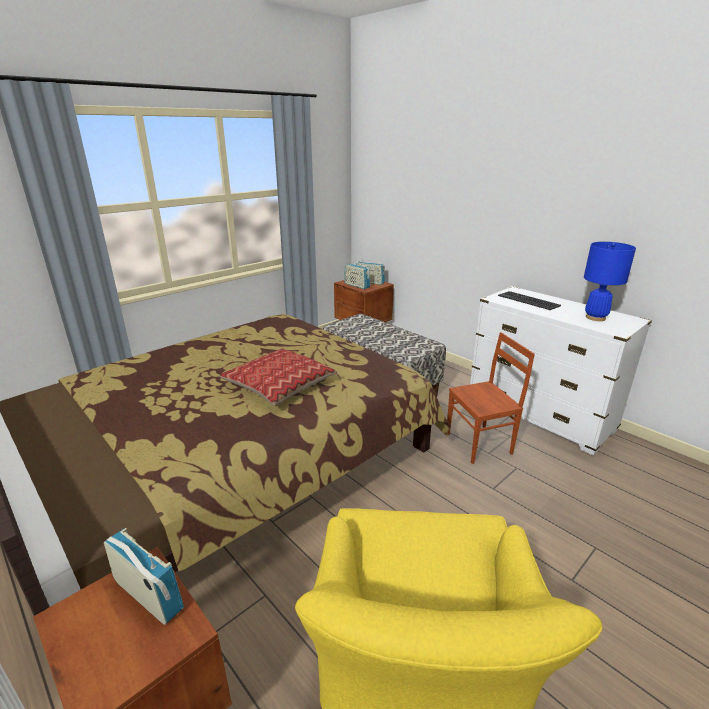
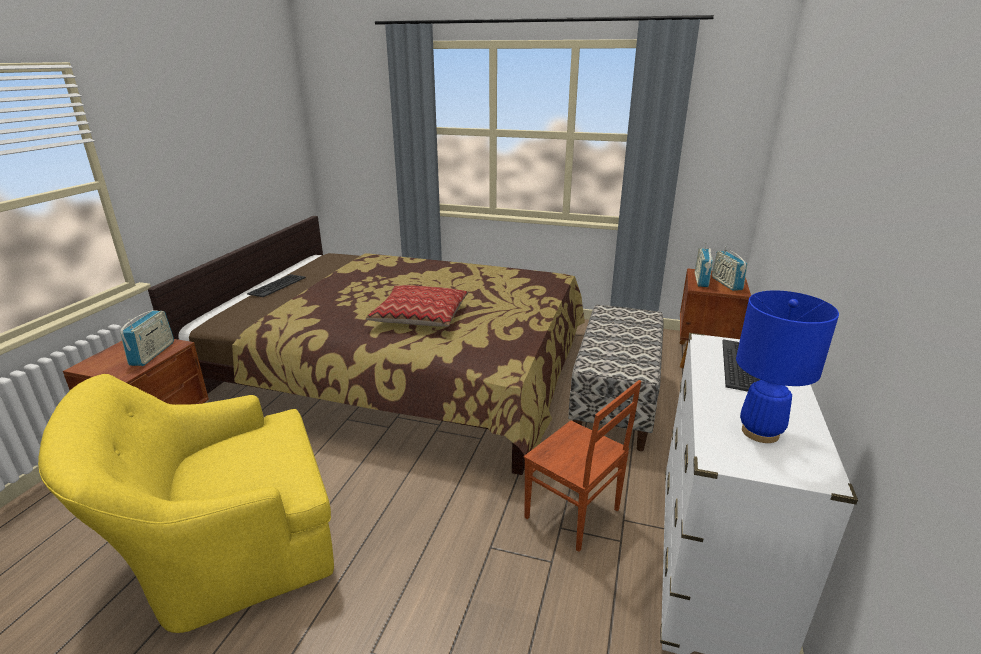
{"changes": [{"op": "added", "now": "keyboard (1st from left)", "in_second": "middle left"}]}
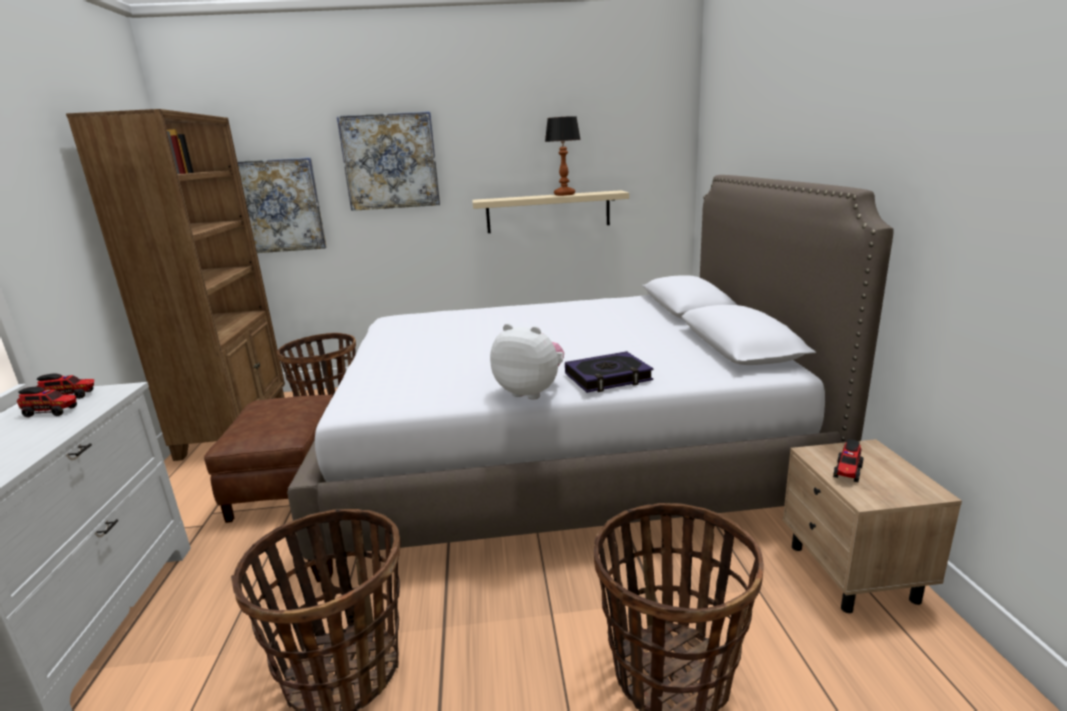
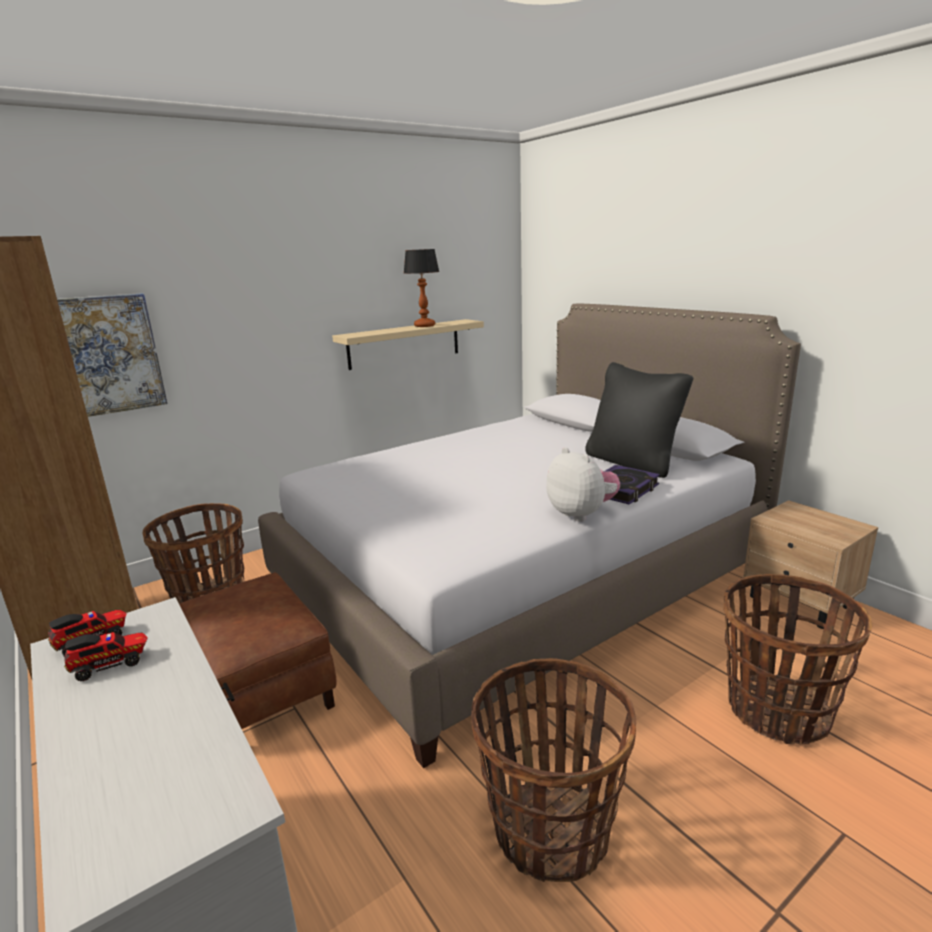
{"changes": [{"op": "removed", "was": "wall picture (2nd from left)", "in_first": "top centre"}, {"op": "turned", "was": "soft toy", "in_first": "centre", "in_second": "centre", "clockwise": 60}, {"op": "removed", "was": "model truck (3rd from left)", "in_first": "middle right"}, {"op": "added", "now": "throw pillow in black", "in_second": "middle right"}]}
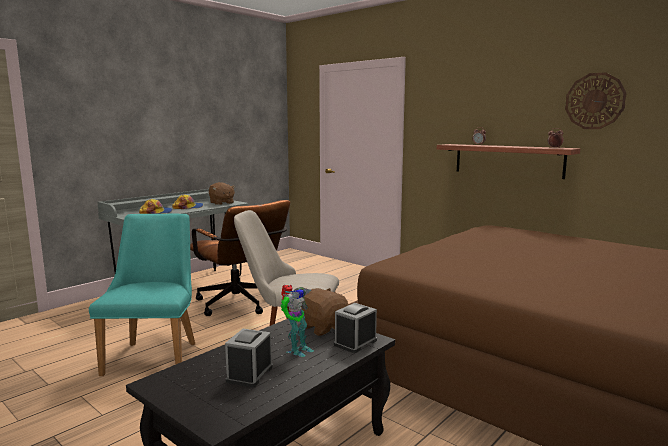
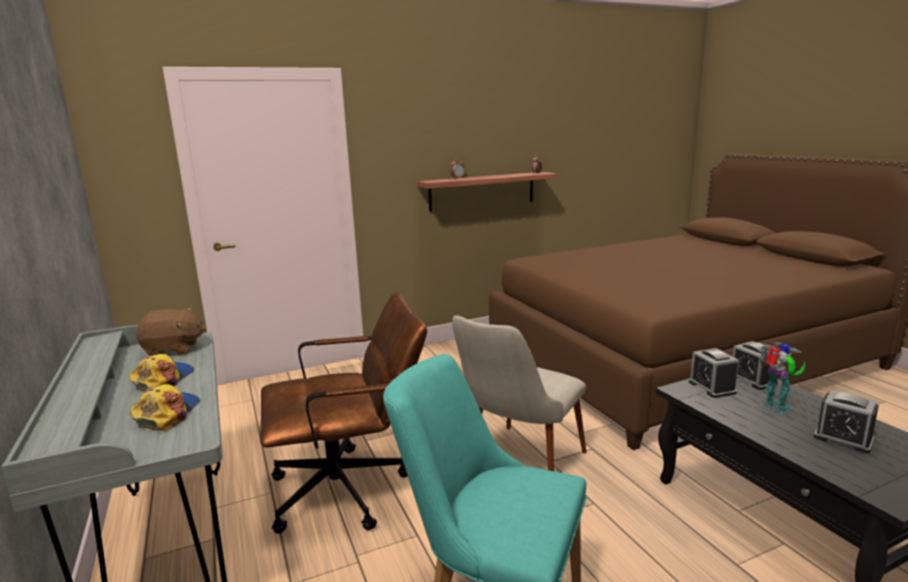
{"changes": [{"op": "removed", "was": "clock on the wall", "in_first": "top right"}, {"op": "replaced", "was": "soft toy in brownish (2nd from left)", "now": "table clock (3rd from left)", "in_first": "bottom centre", "in_second": "middle right"}]}
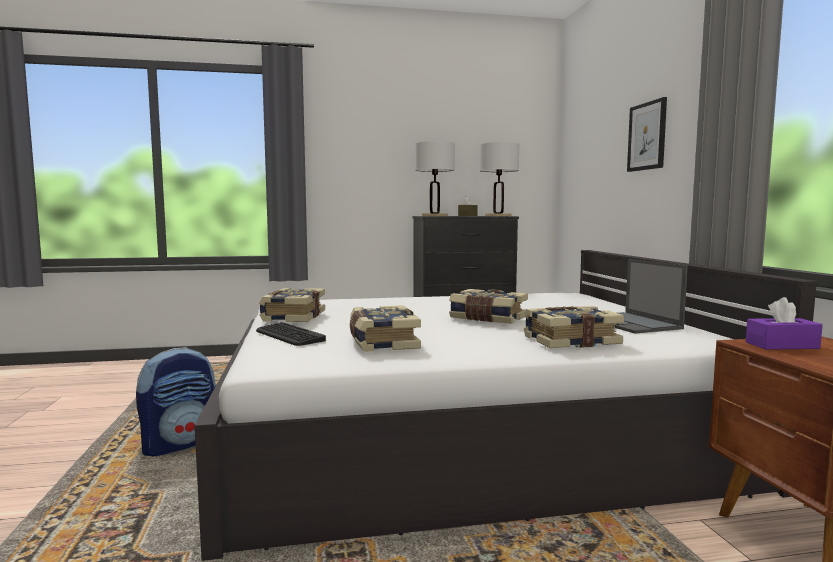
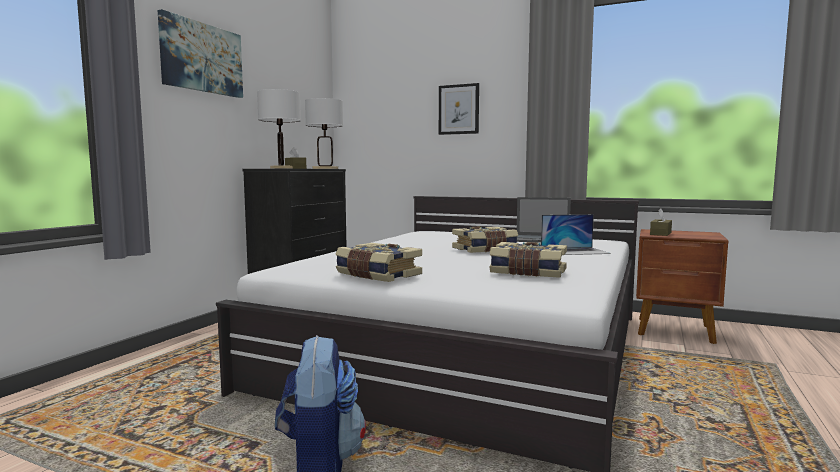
{"changes": [{"op": "recoloured", "was": "tissue box in purple-coloured", "now": "tissue box in brownish (2nd from left)", "in_first": "middle right", "in_second": "middle right"}, {"op": "replaced", "was": "book (4th from left)", "now": "portable computer (2nd from left)", "in_first": "middle right", "in_second": "middle right"}, {"op": "removed", "was": "keyboard", "in_first": "centre"}, {"op": "added", "now": "wall picture (1st from left)", "in_second": "top left"}]}
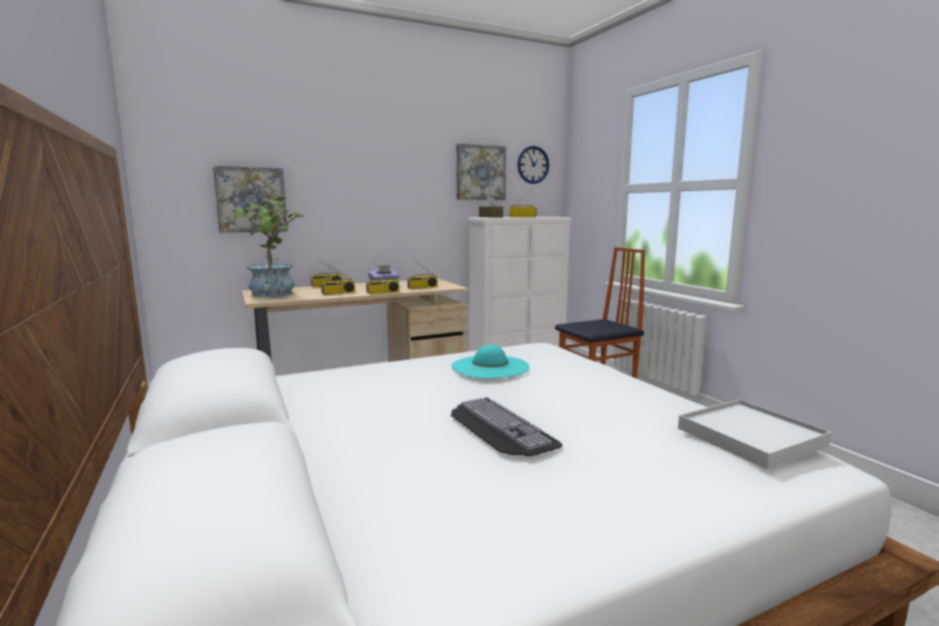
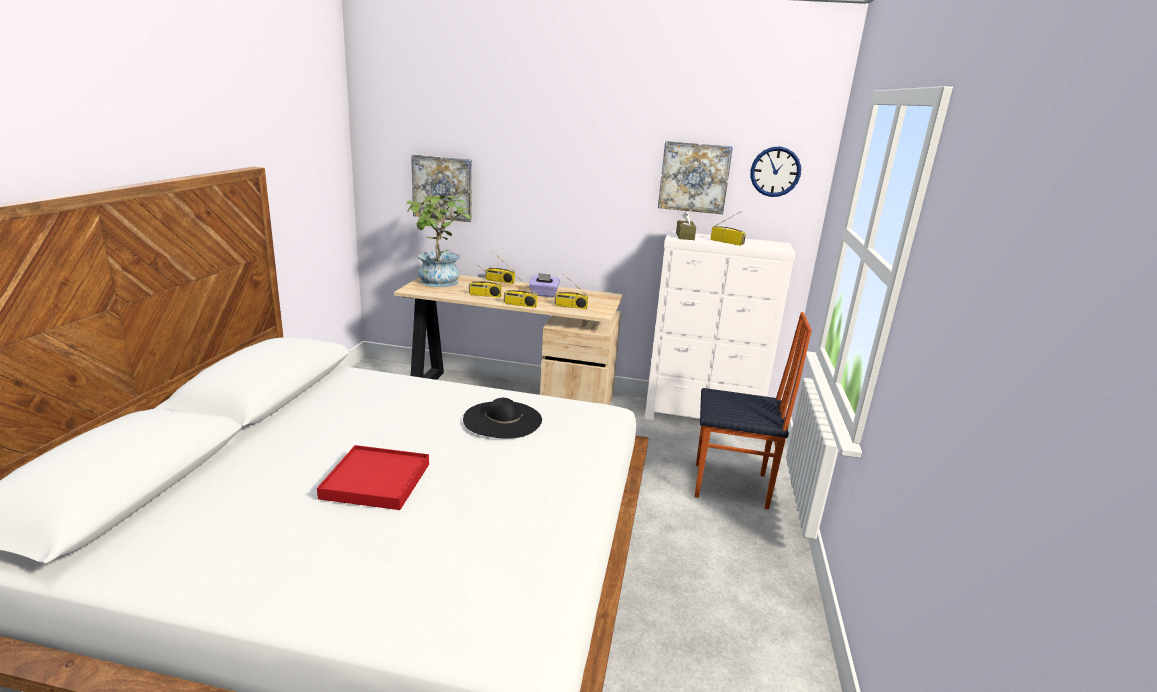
{"changes": [{"op": "recoloured", "was": "clothing hat in turquoise-coloured", "now": "clothing hat in black", "in_first": "centre", "in_second": "centre"}, {"op": "replaced", "was": "keyboard", "now": "carrying tray in red", "in_first": "bottom centre", "in_second": "bottom left"}, {"op": "removed", "was": "carrying tray in white-coloured", "in_first": "bottom right"}]}
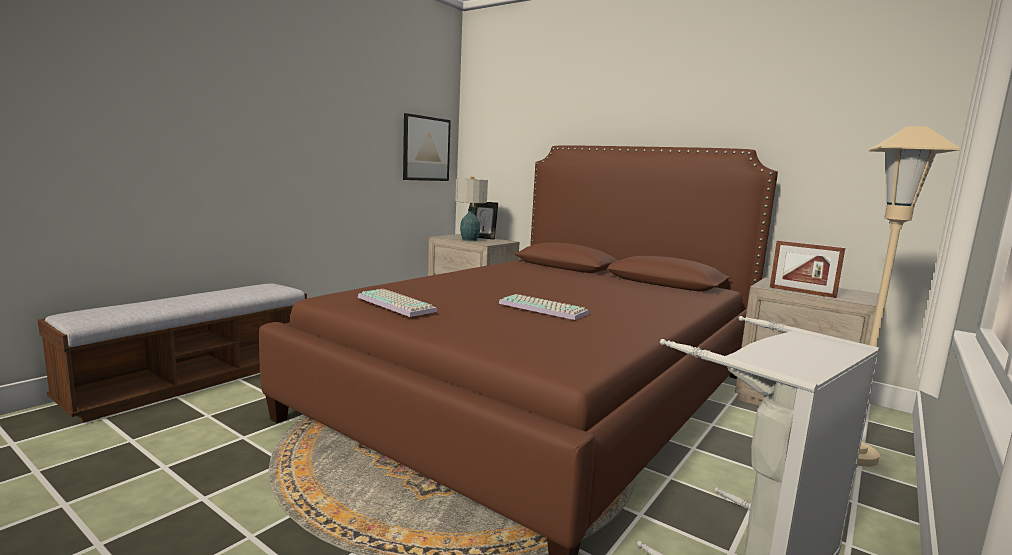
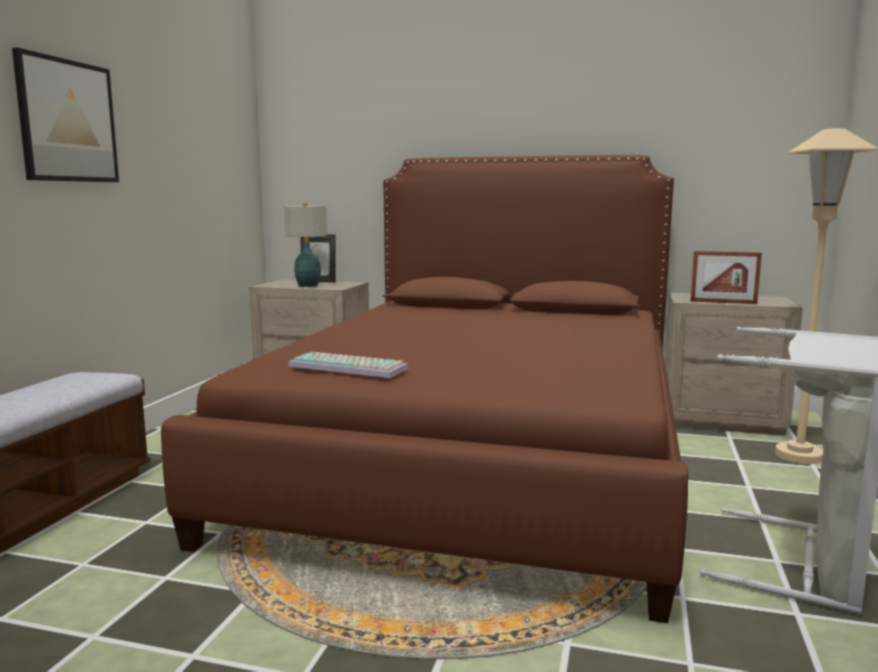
{"changes": [{"op": "moved", "was": "wall picture", "in_first": "top centre", "in_second": "top left"}, {"op": "removed", "was": "keyboard (2nd from left)", "in_first": "centre"}]}
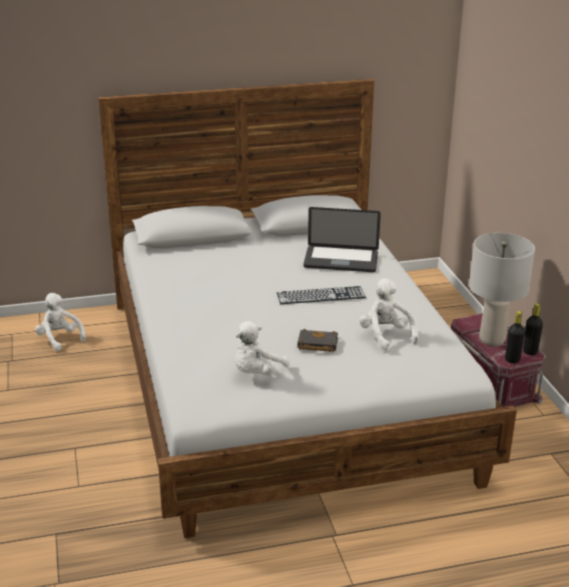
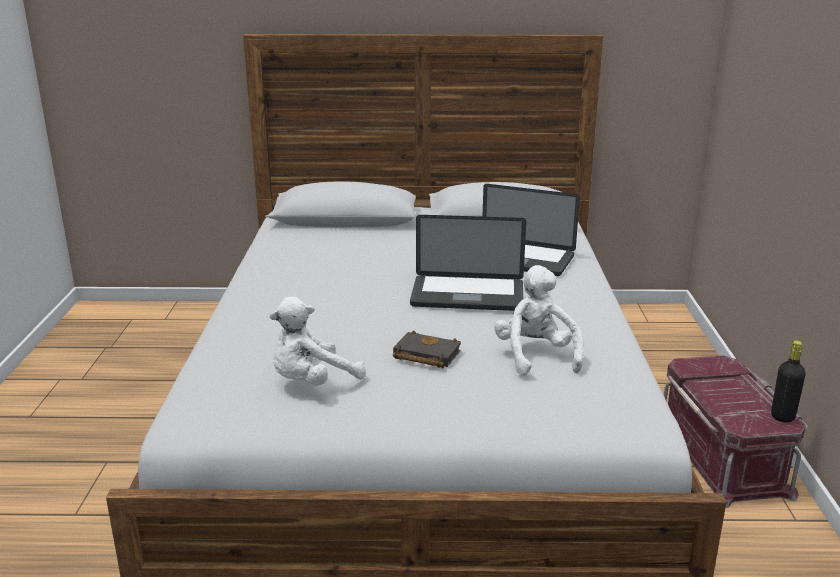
{"changes": [{"op": "removed", "was": "tabletop lamp in gray", "in_first": "middle right"}, {"op": "replaced", "was": "keyboard", "now": "portable computer (1st from left)", "in_first": "centre", "in_second": "centre"}, {"op": "removed", "was": "soft toy in white-coloured (1st from left)", "in_first": "middle left"}, {"op": "removed", "was": "bottle in black (1st from left)", "in_first": "middle right"}]}
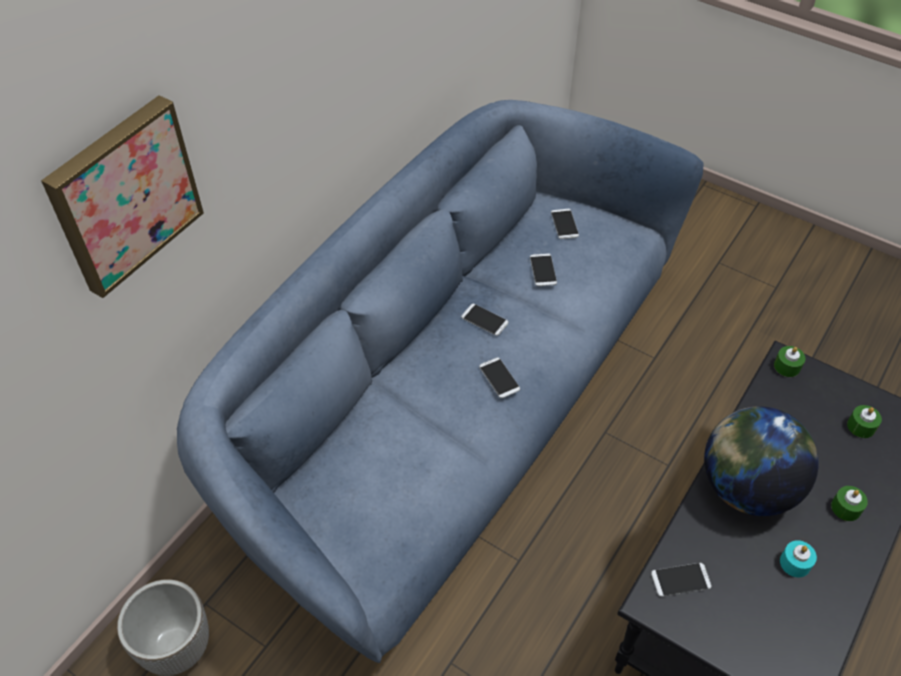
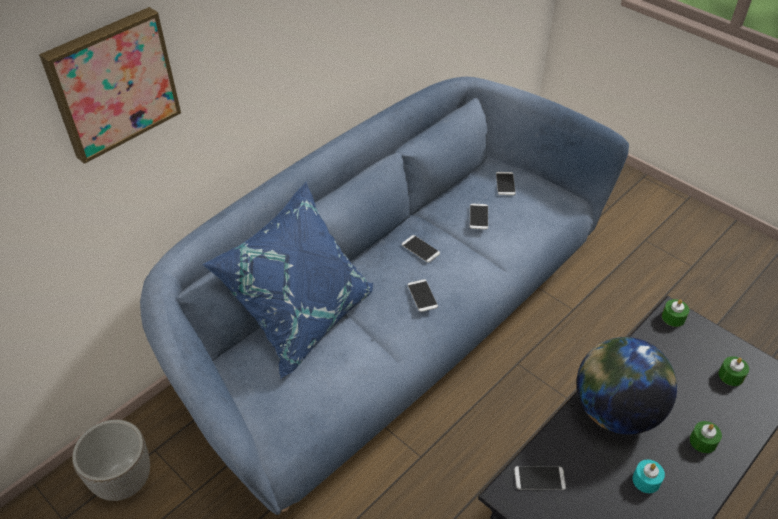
{"changes": [{"op": "added", "now": "throw pillow in blue-coloured", "in_second": "centre"}]}
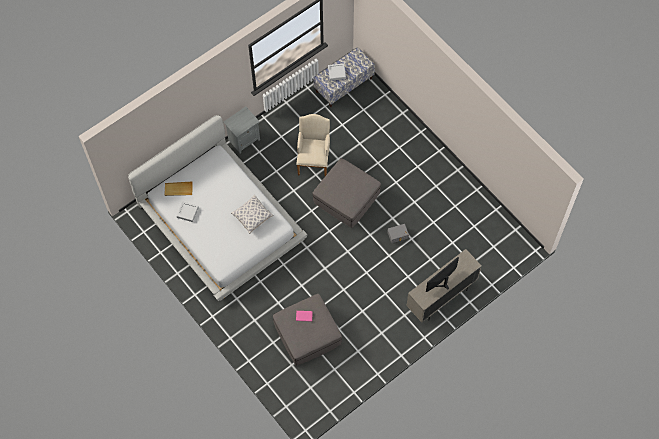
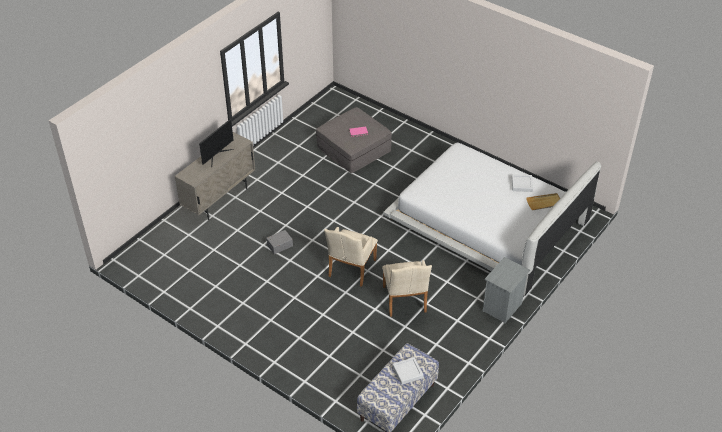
{"changes": [{"op": "replaced", "was": "footrest in gray (2nd from left)", "now": "easy chair in sand-coloured (1st from left)", "in_first": "centre", "in_second": "centre"}, {"op": "removed", "was": "throw pillow", "in_first": "centre"}]}
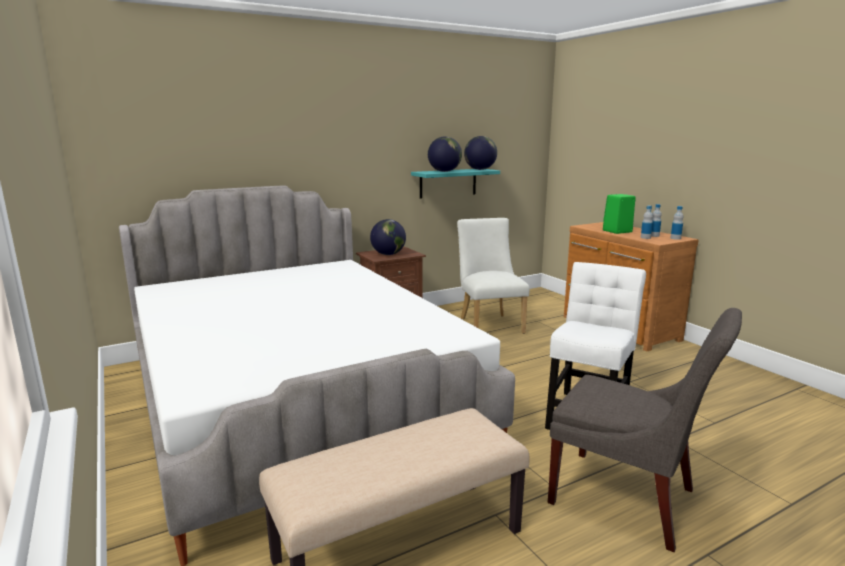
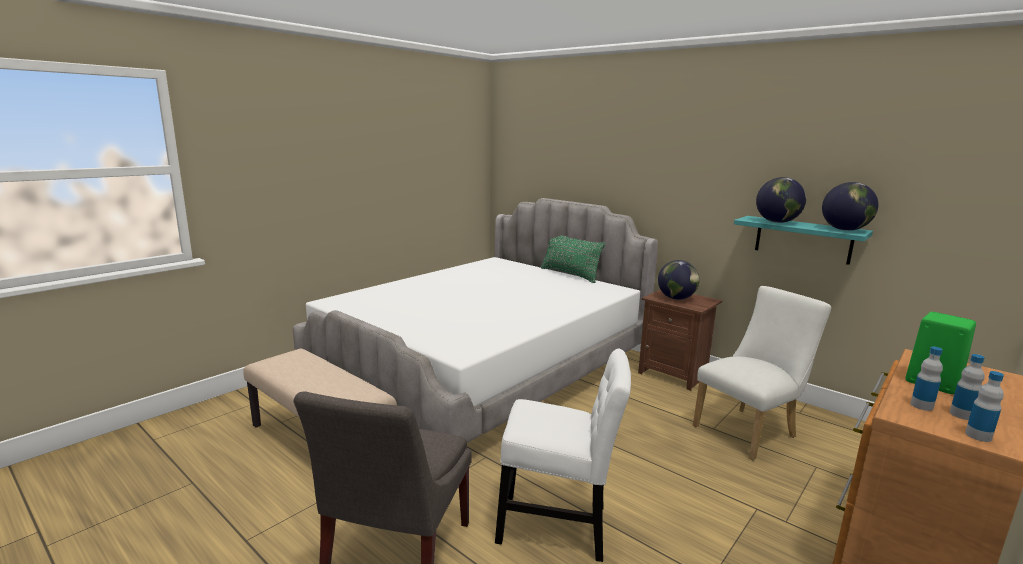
{"changes": [{"op": "added", "now": "throw pillow in green-coloured", "in_second": "centre"}]}
